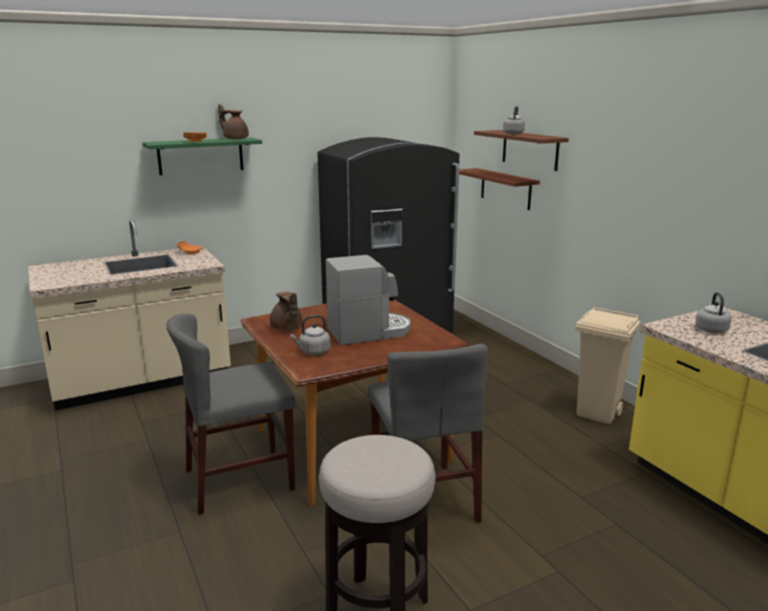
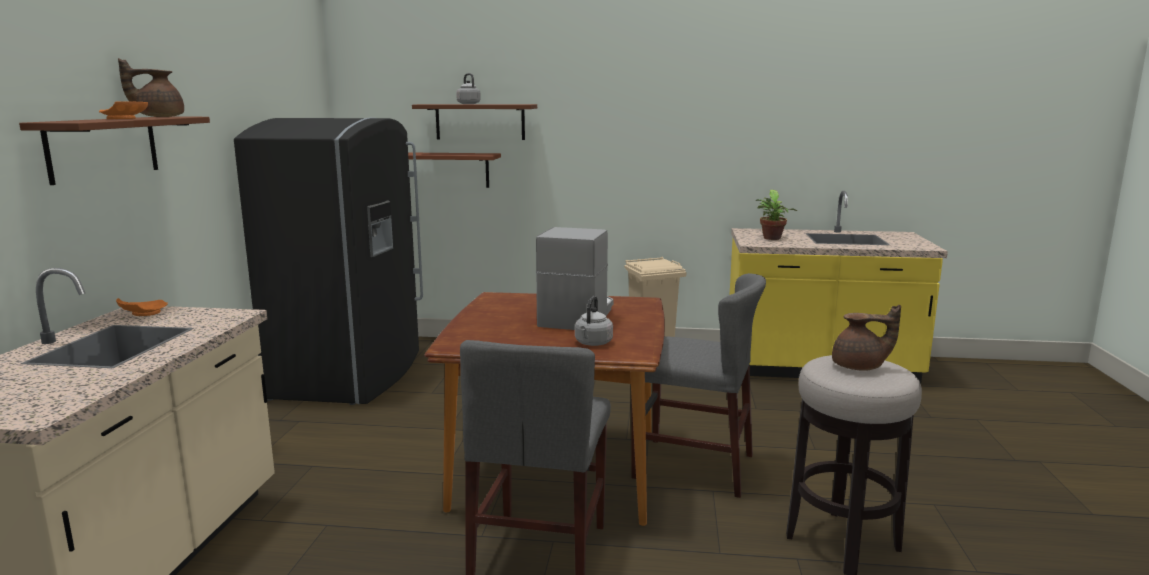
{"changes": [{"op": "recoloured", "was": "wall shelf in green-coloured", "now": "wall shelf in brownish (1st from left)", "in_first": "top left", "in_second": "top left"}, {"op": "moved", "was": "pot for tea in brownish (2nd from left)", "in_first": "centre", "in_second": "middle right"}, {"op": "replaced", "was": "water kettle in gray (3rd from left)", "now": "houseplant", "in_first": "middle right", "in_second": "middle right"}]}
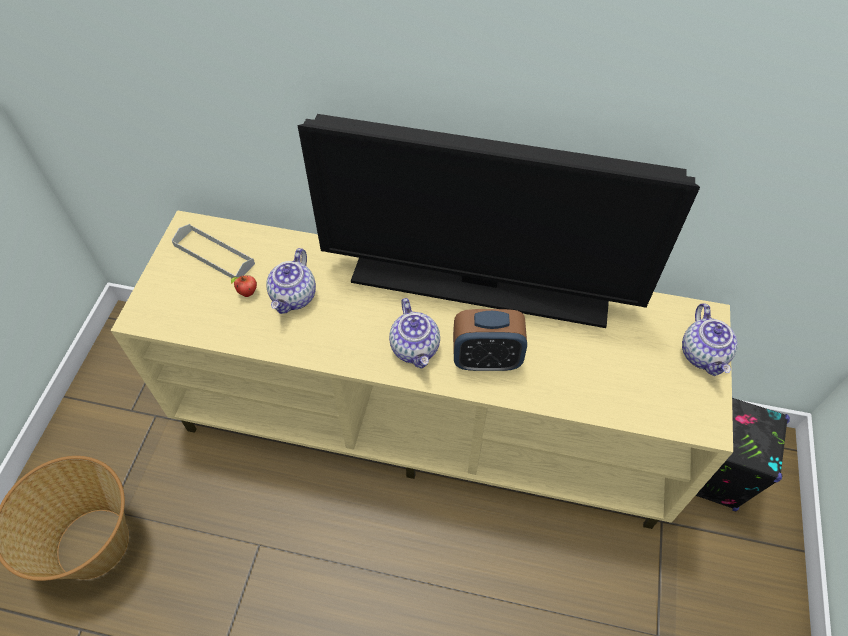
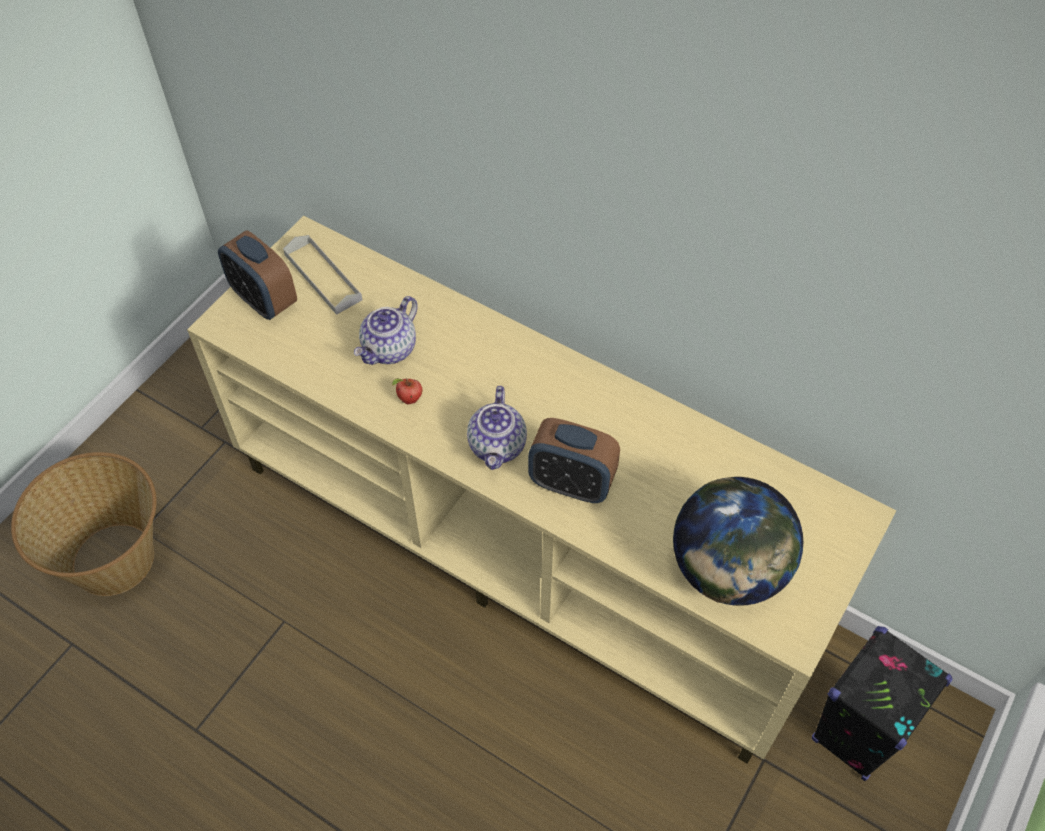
{"changes": [{"op": "removed", "was": "television", "in_first": "centre"}, {"op": "moved", "was": "apple", "in_first": "middle left", "in_second": "centre"}, {"op": "removed", "was": "pot for tea (3rd from left)", "in_first": "middle right"}, {"op": "added", "now": "table clock (1st from left)", "in_second": "top left"}, {"op": "added", "now": "world globe", "in_second": "middle right"}]}
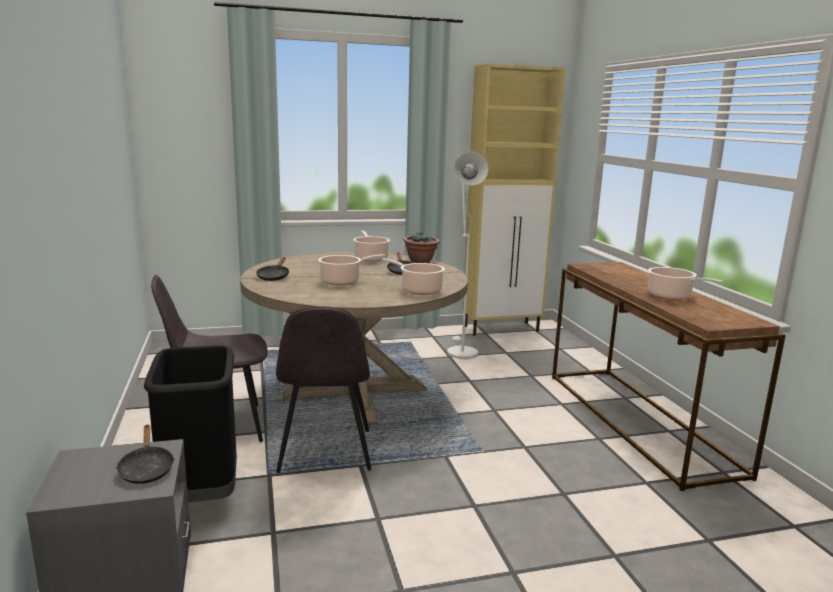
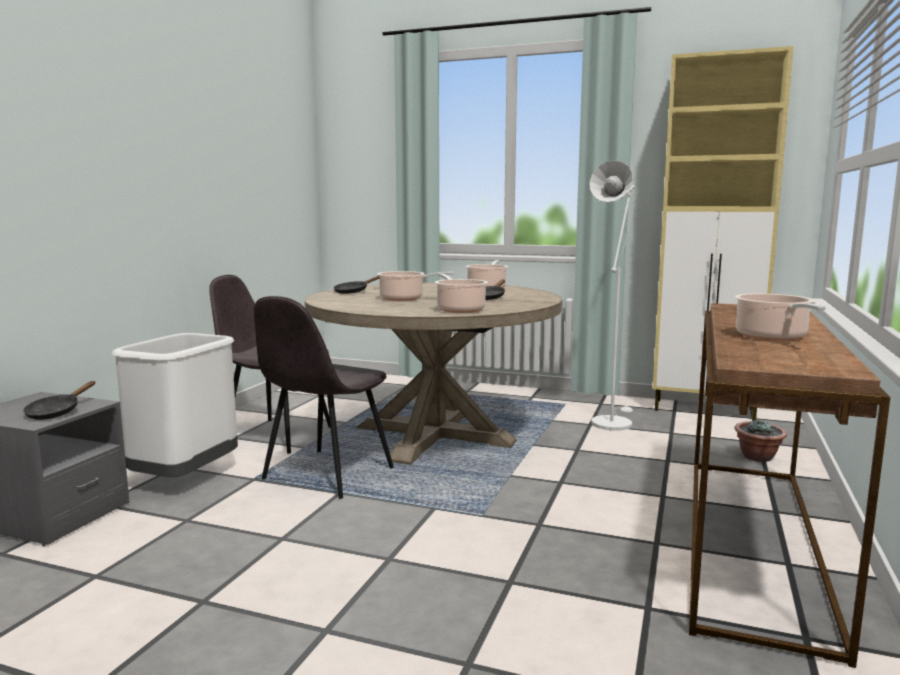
{"changes": [{"op": "moved", "was": "houseplant", "in_first": "centre", "in_second": "middle right"}, {"op": "recoloured", "was": "rubbish bin in black", "now": "rubbish bin in white-coloured", "in_first": "bottom left", "in_second": "middle left"}]}
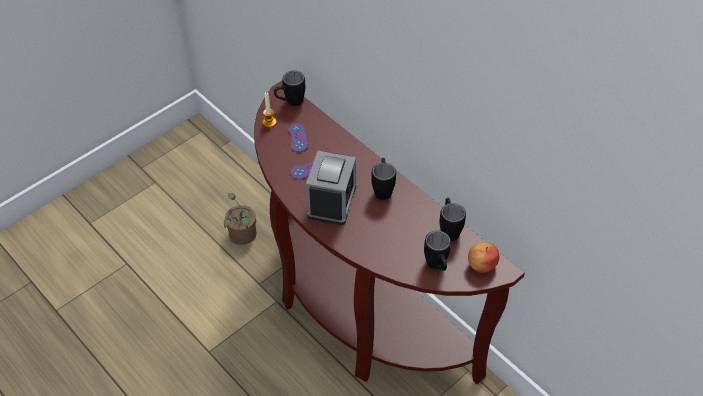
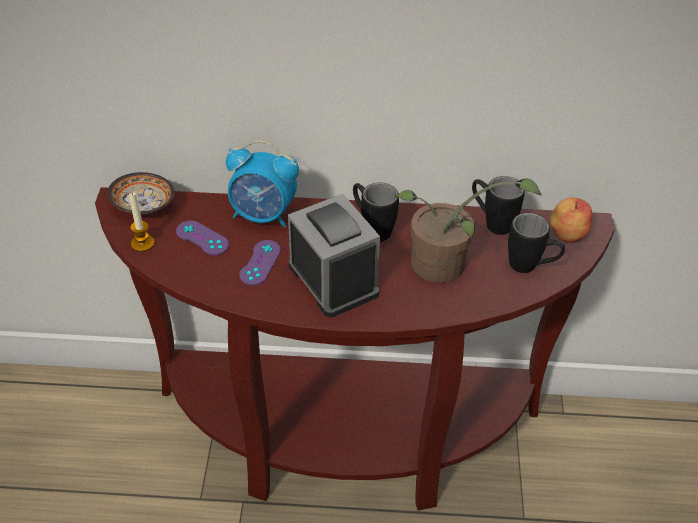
{"changes": [{"op": "replaced", "was": "mug in black (1st from left)", "now": "serving bowl", "in_first": "top centre", "in_second": "middle left"}, {"op": "moved", "was": "houseplant", "in_first": "centre", "in_second": "middle right"}, {"op": "added", "now": "table clock (1st from left)", "in_second": "centre"}]}
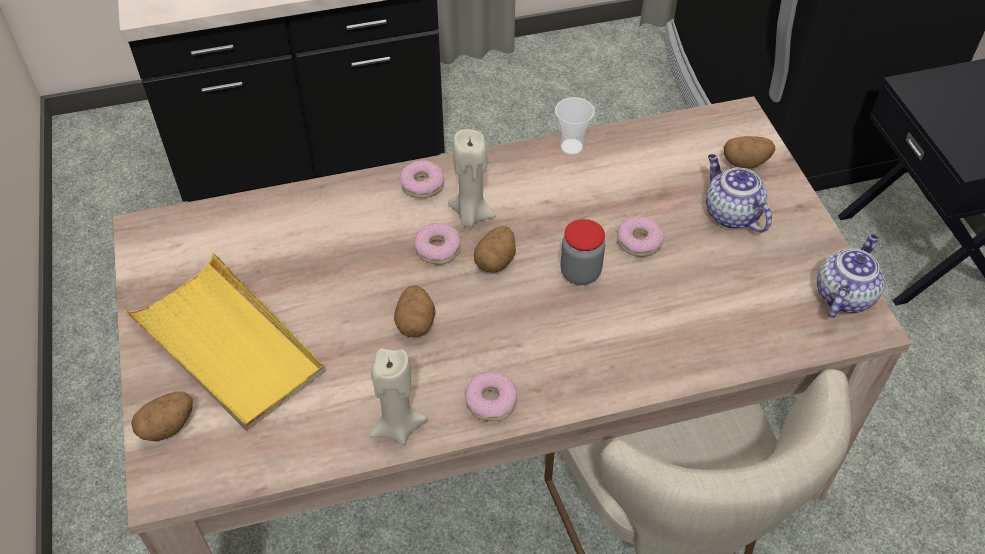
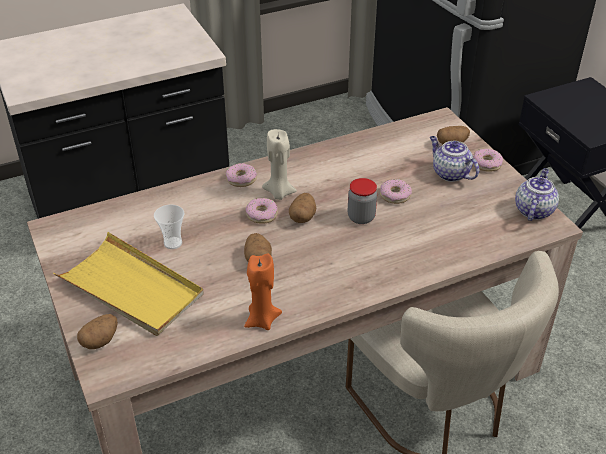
{"changes": [{"op": "moved", "was": "cup", "in_first": "top centre", "in_second": "middle left"}, {"op": "recoloured", "was": "wax light in sand-coloured (1st from left)", "now": "wax light in orangey", "in_first": "bottom centre", "in_second": "centre"}, {"op": "moved", "was": "ring doughnut (3rd from left in the first image)", "now": "ring doughnut (4th from left)", "in_first": "bottom centre", "in_second": "middle right"}]}
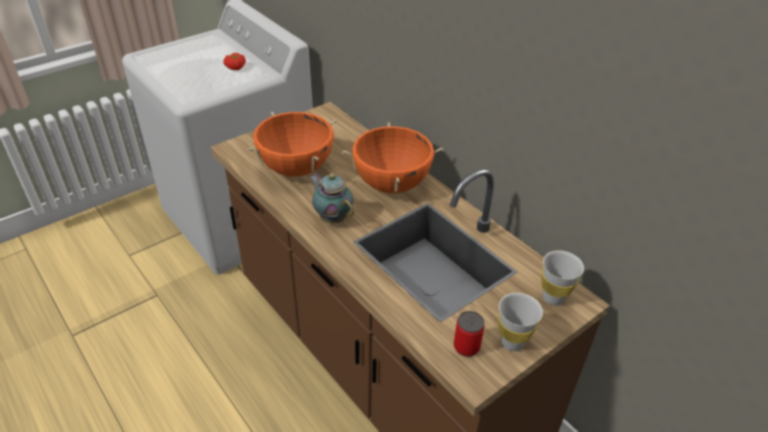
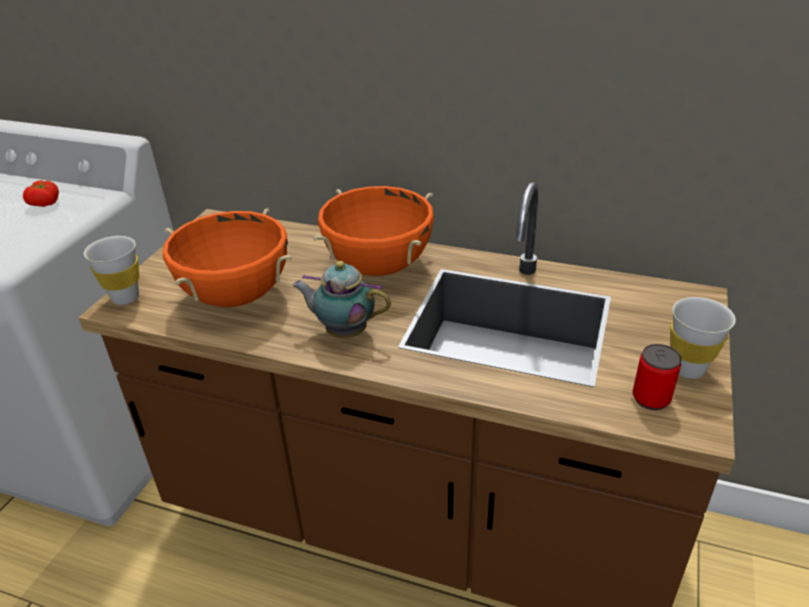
{"changes": [{"op": "moved", "was": "cup in white-coloured (2nd from left in the first image)", "now": "cup in white-coloured (1st from left)", "in_first": "middle right", "in_second": "middle left"}]}
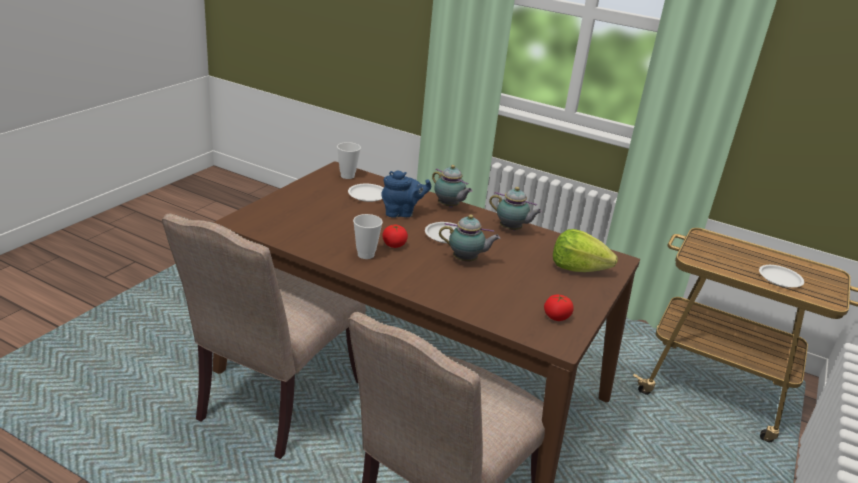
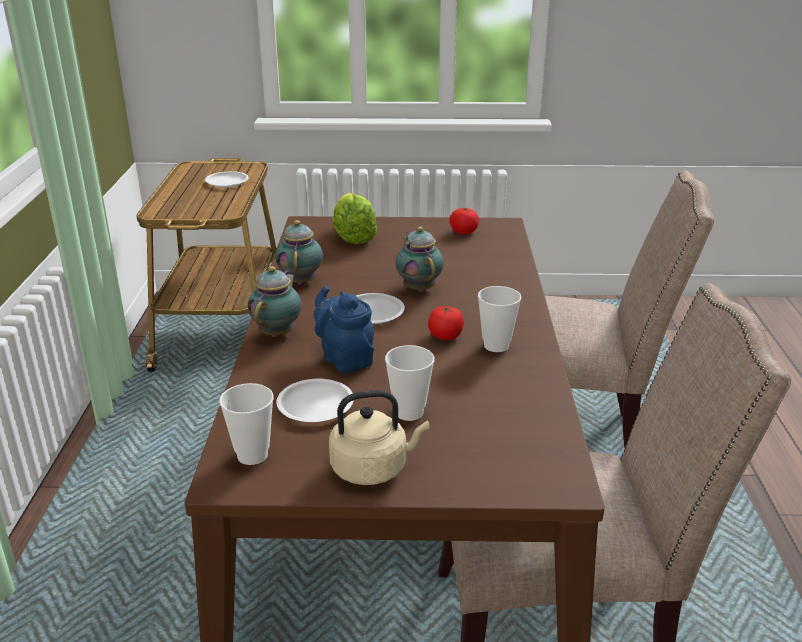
{"changes": [{"op": "added", "now": "cup (2nd from left)", "in_second": "centre"}, {"op": "added", "now": "water kettle in sand-coloured", "in_second": "bottom centre"}]}
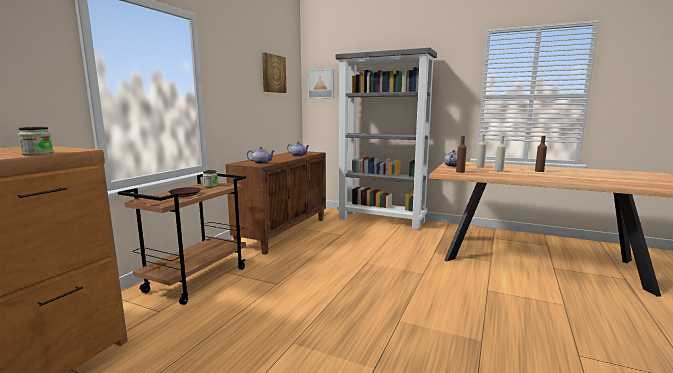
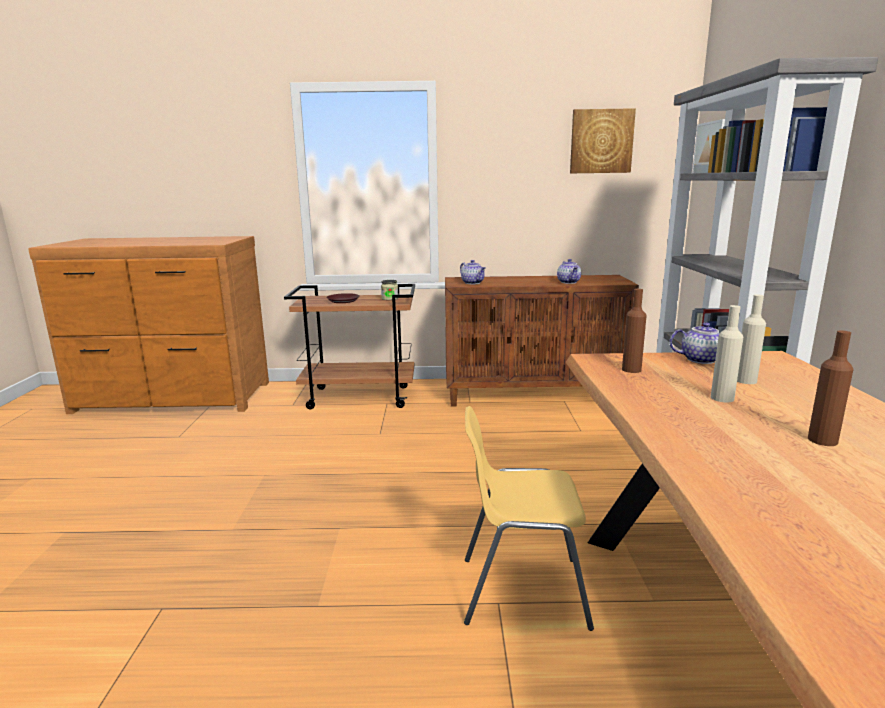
{"changes": [{"op": "removed", "was": "storage jar (1st from left)", "in_first": "middle left"}, {"op": "added", "now": "upright chair in yellow-coloured", "in_second": "bottom centre"}]}
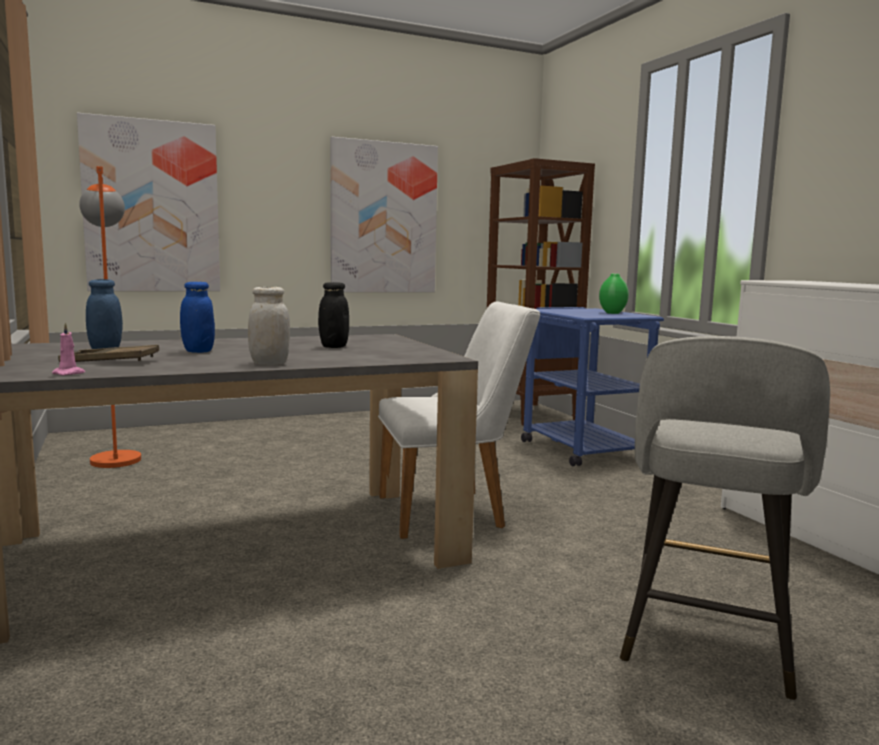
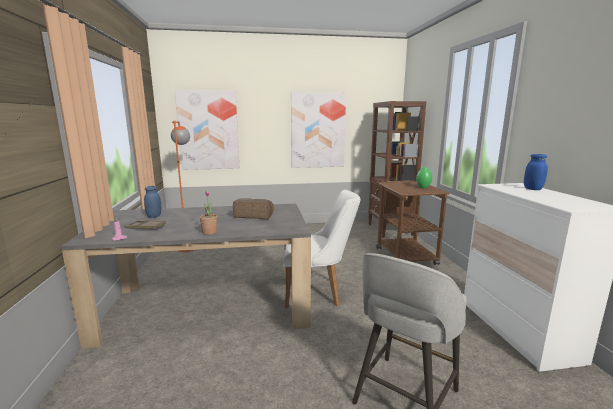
{"changes": [{"op": "moved", "was": "storage jar in blue-coloured (2nd from left)", "in_first": "middle left", "in_second": "middle right"}, {"op": "replaced", "was": "storage jar in black", "now": "baked bread", "in_first": "centre", "in_second": "centre"}, {"op": "replaced", "was": "storage jar in white-coloured", "now": "houseplant", "in_first": "middle left", "in_second": "centre"}, {"op": "recoloured", "was": "wheeled cart in blue-coloured", "now": "wheeled cart in brownish", "in_first": "middle right", "in_second": "middle right"}]}
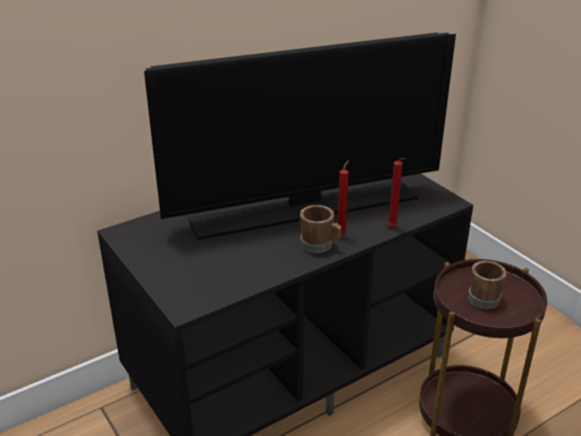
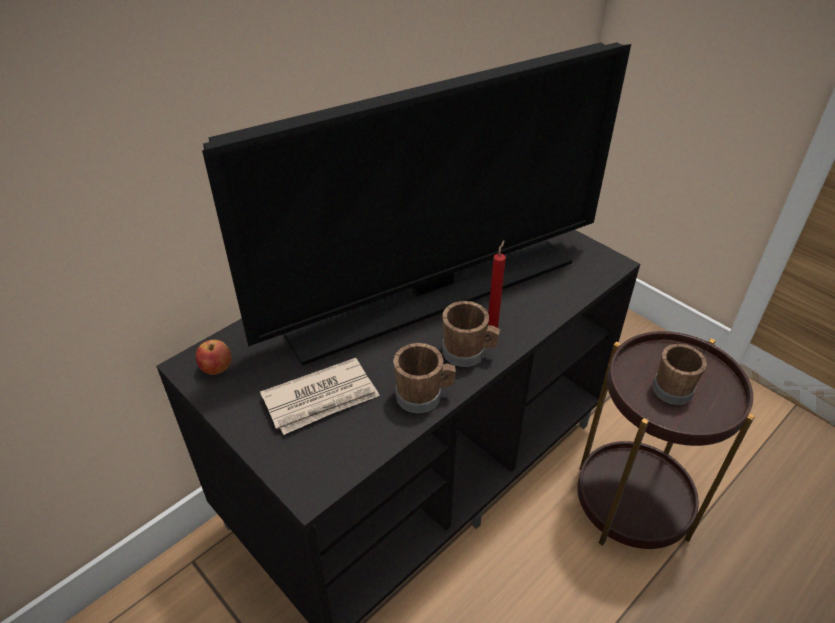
{"changes": [{"op": "removed", "was": "wax light in red (2nd from left)", "in_first": "middle right"}, {"op": "added", "now": "apple", "in_second": "middle left"}, {"op": "added", "now": "mug in brownish (1st from left)", "in_second": "centre"}, {"op": "added", "now": "daily paper", "in_second": "centre"}]}
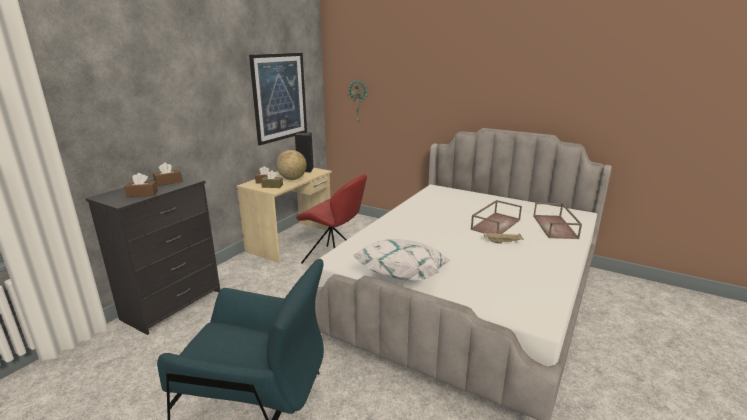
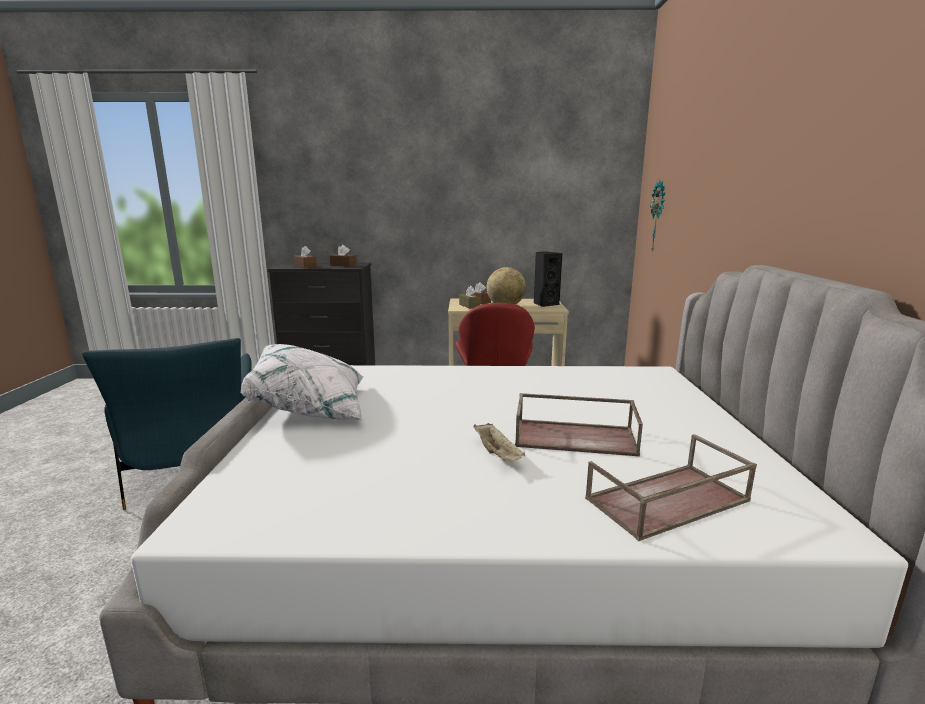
{"changes": [{"op": "removed", "was": "wall picture", "in_first": "top centre"}]}
